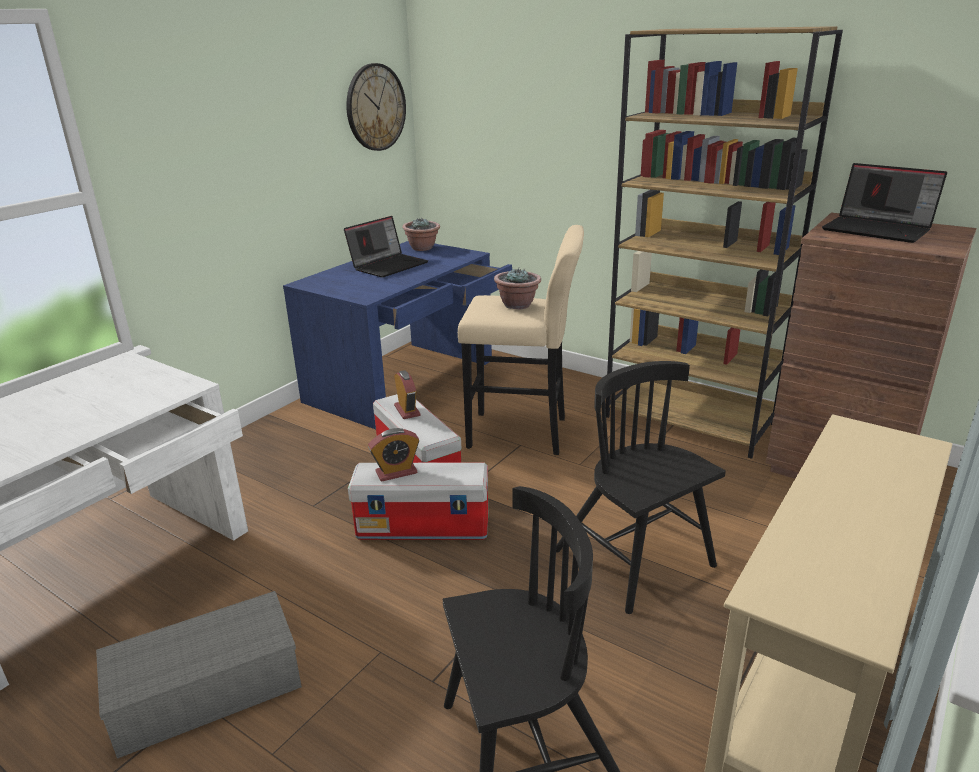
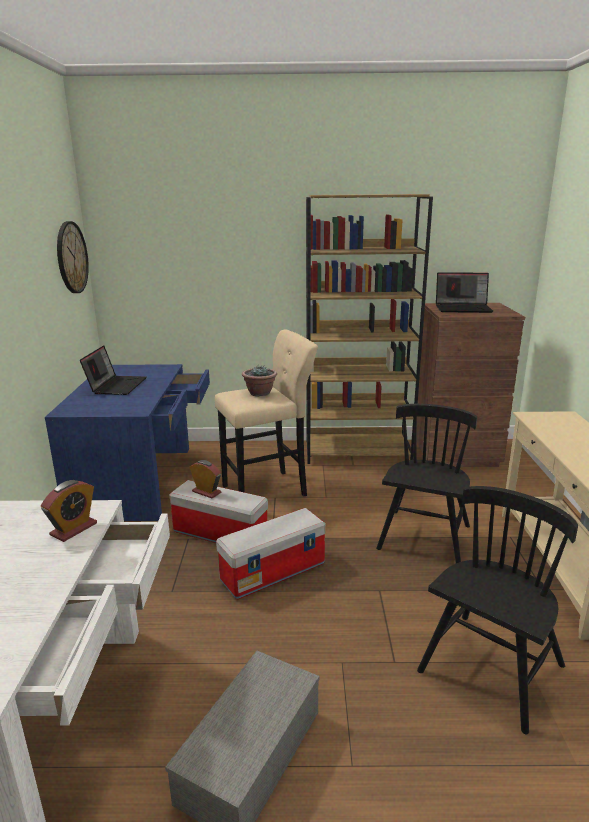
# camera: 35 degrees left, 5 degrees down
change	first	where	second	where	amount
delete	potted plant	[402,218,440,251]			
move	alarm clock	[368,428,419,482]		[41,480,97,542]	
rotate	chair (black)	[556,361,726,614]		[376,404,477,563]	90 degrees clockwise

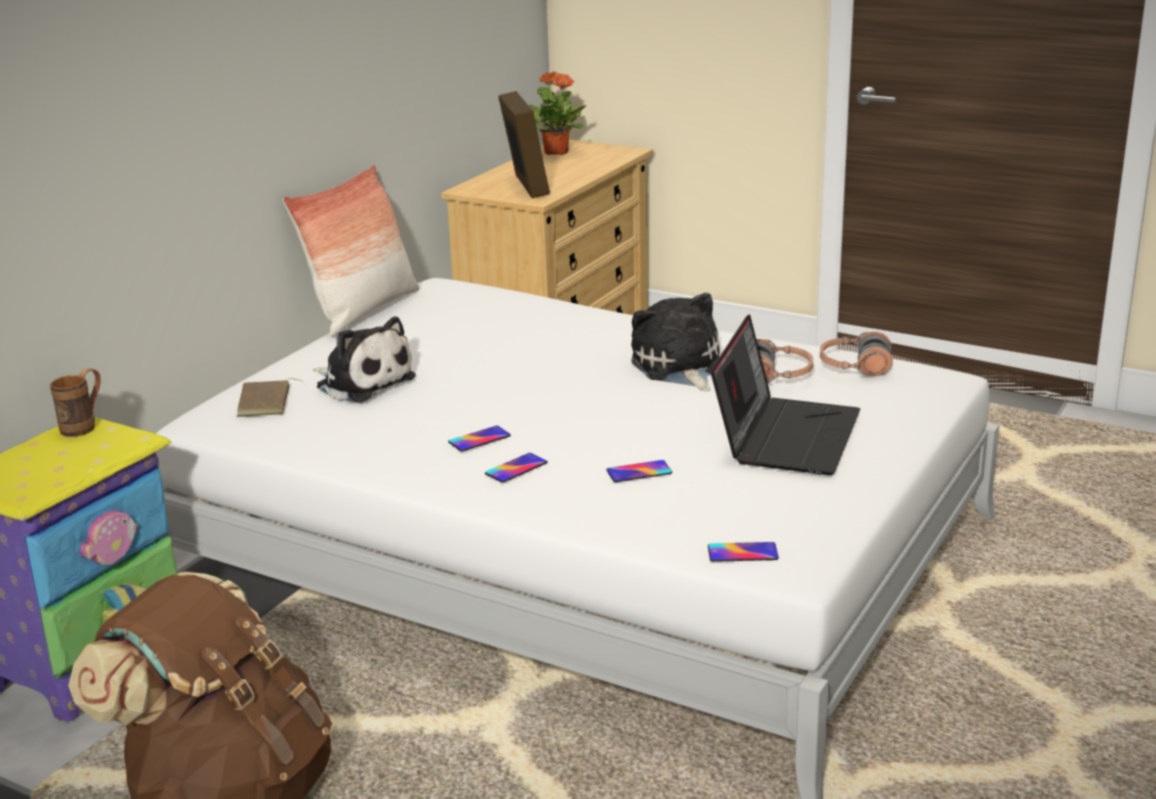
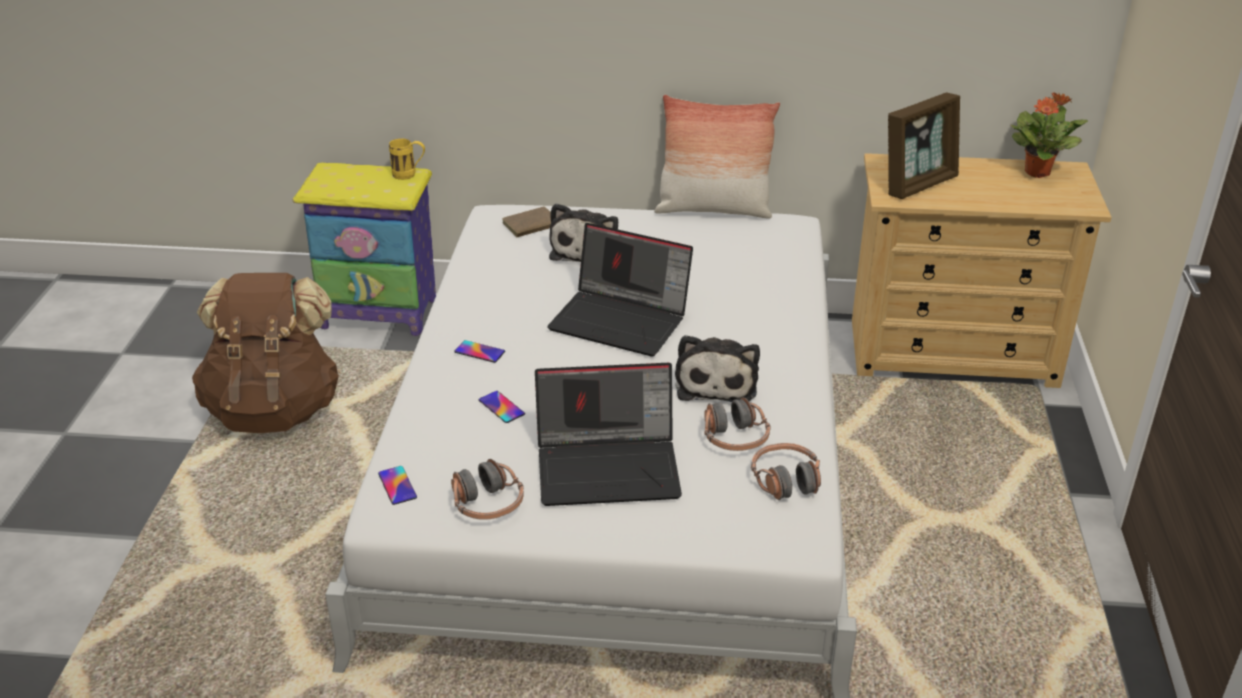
# camera: 65 degrees right, 10 degrees up
change	first	where	second	where	amount
delete	phone	[448,426,511,452]			
insert			headphones	[451,459,524,520]	
insert			laptop	[547,223,693,357]	
recolor	mug (brown)	[50,368,101,437]	mug (yellow)	[389,138,425,180]	
rotate	plush toy	[631,293,720,391]		[675,335,760,402]	135 degrees clockwise

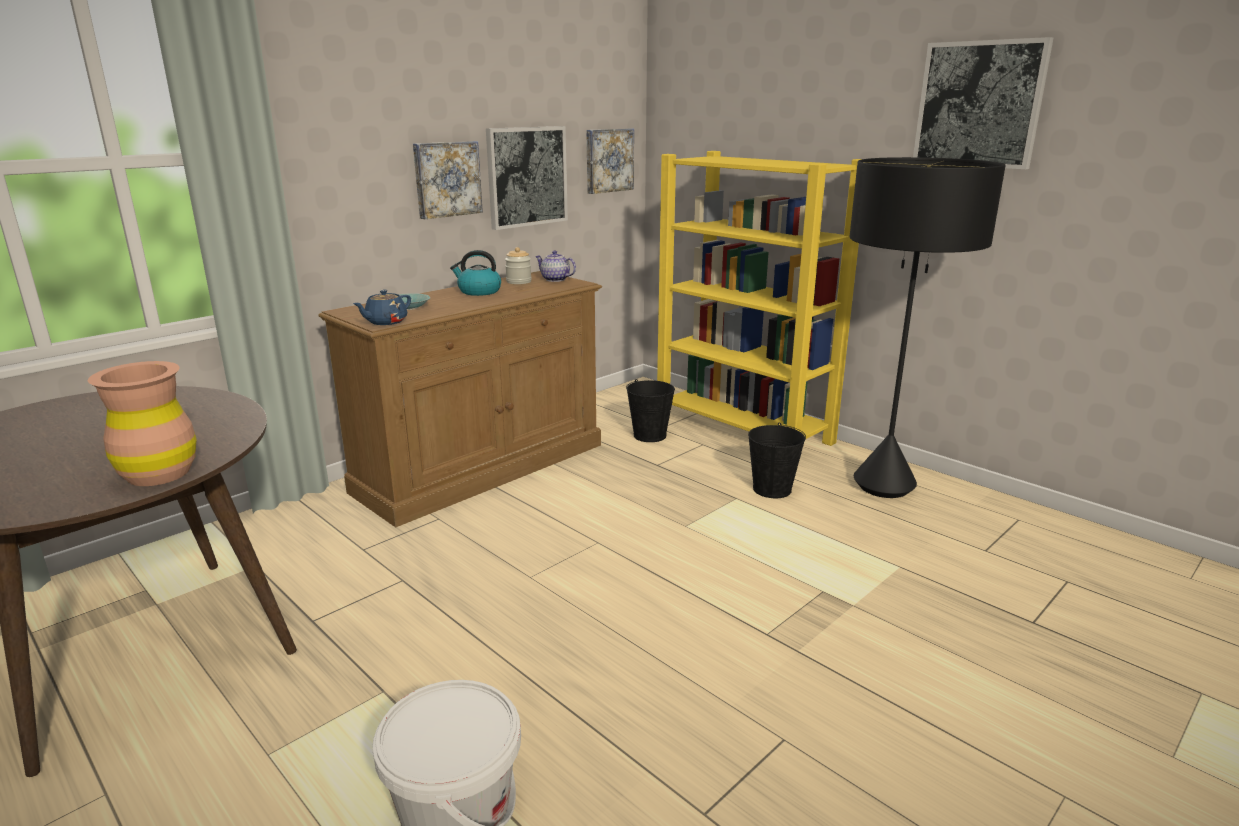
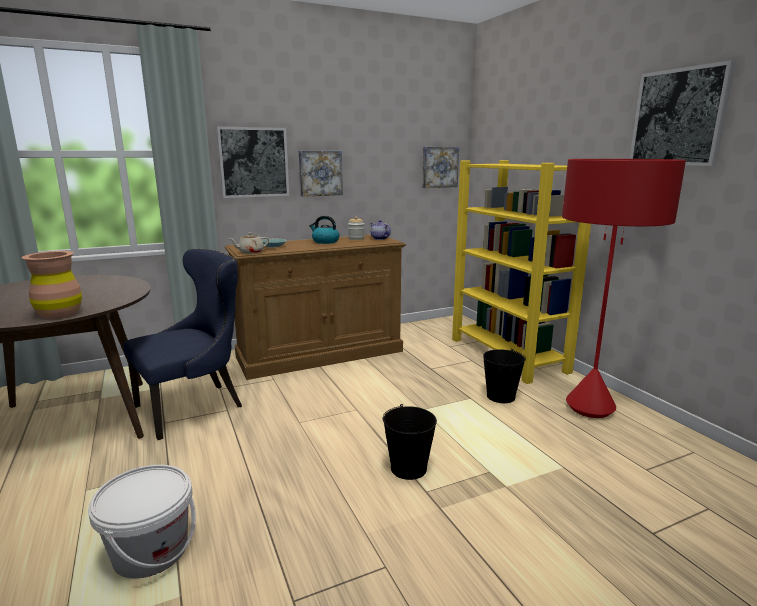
# camera: 20 degrees right, 5 degrees down
change	first	where	second	where	amount
insert			chair (blue)	[124,249,242,440]	
move	picture	[486,126,568,230]		[216,127,289,198]	
move	bucket (black)	[626,379,675,442]		[383,404,437,480]	
recolor	teapot (blue)	[353,290,411,325]	teapot (beige)	[230,233,269,254]	
recolor	floor lamp (black)	[850,157,1006,498]	floor lamp (red)	[562,159,686,418]	

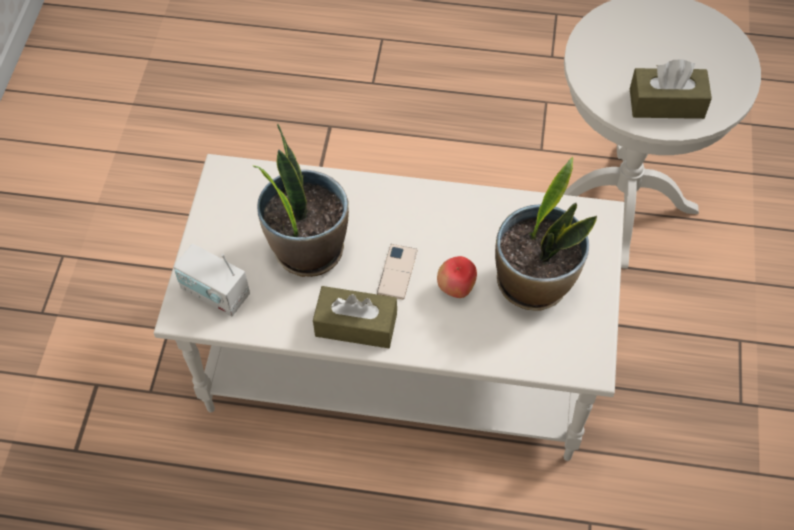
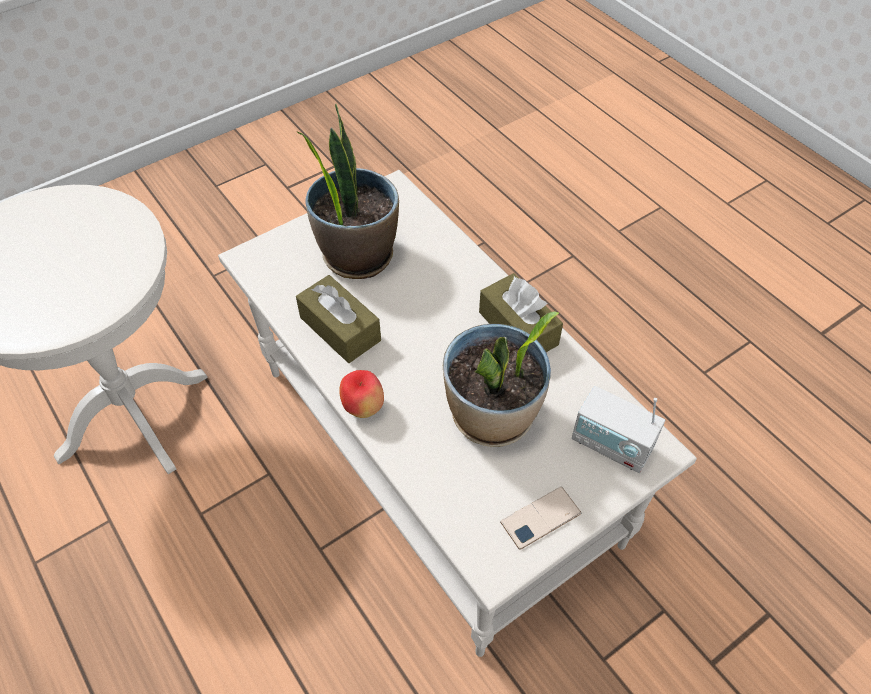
# camera: 135 degrees left, 5 degrees down
change	first	where	second	where	amount
move	phone	[377,244,417,299]		[500,487,582,550]	
move	apple	[437,256,477,298]		[339,370,384,418]	
move	tissue box (brown)	[630,59,712,119]		[296,275,381,363]	
rotate	radio	[173,244,250,317]		[572,386,665,473]	135 degrees clockwise

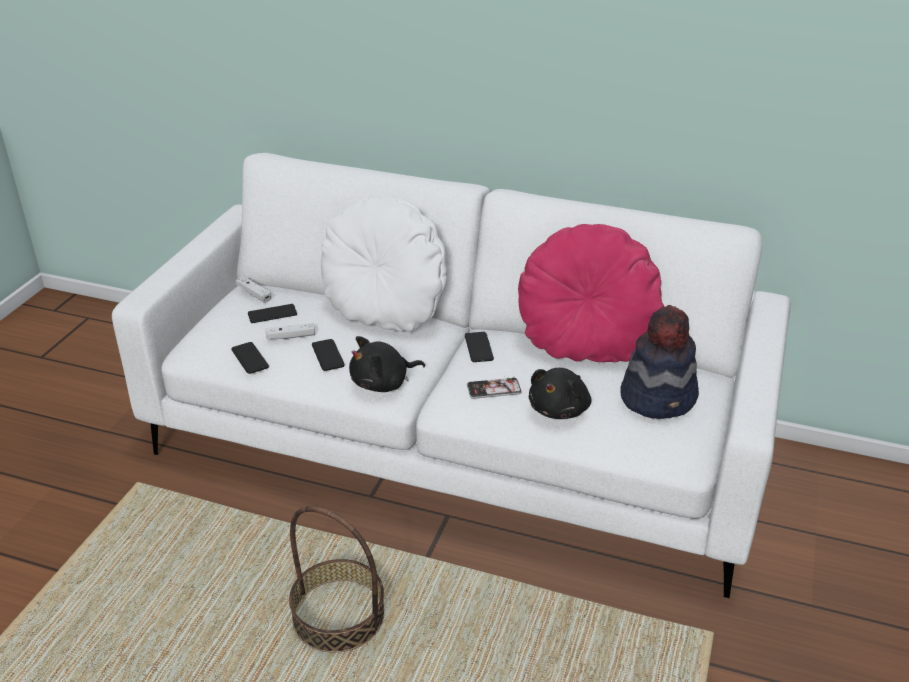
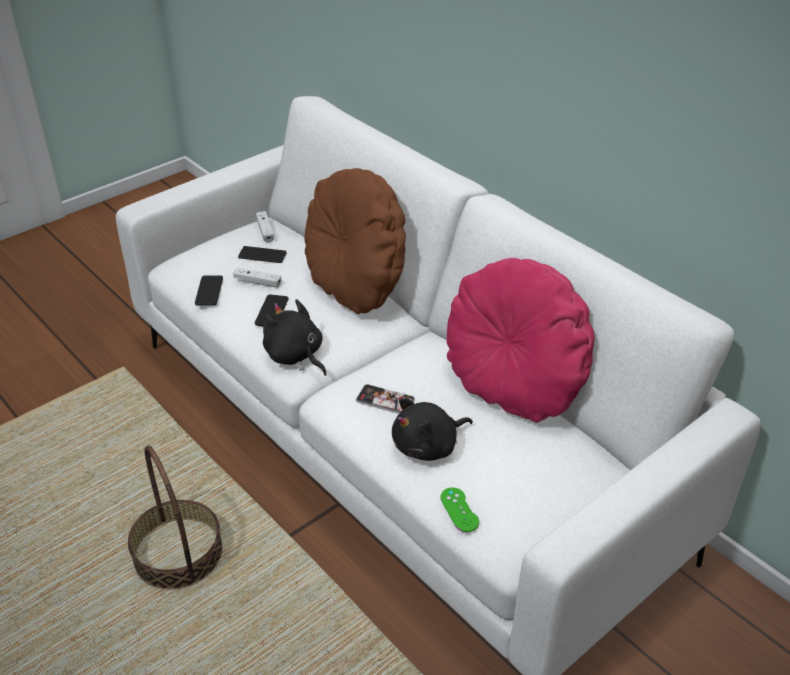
# camera: 30 degrees right, 5 degrees up
change	first	where	second	where	amount
delete	phone	[465,332,494,362]			
delete	hat	[620,305,699,419]			
insert			game controller (green)	[440,488,479,532]	
recolor	pillow (white)	[321,196,447,332]	pillow (brown)	[304,168,406,314]	
rotate	plush toy (black)	[349,336,425,392]		[263,299,327,376]	45 degrees clockwise

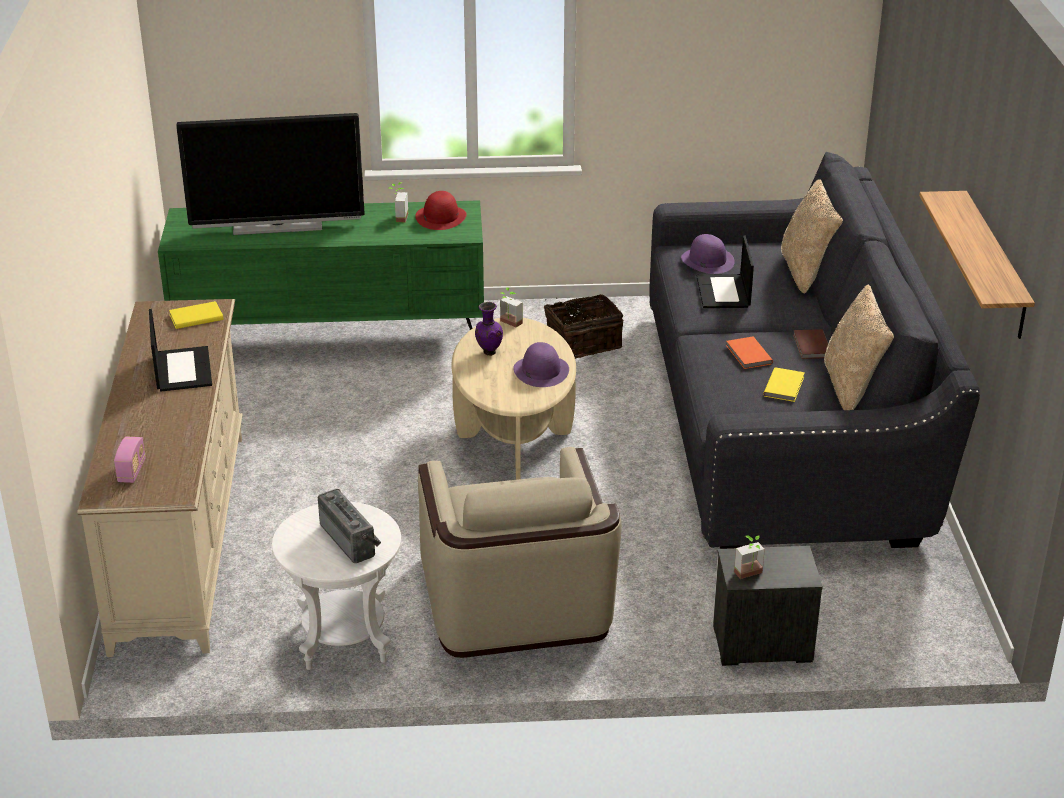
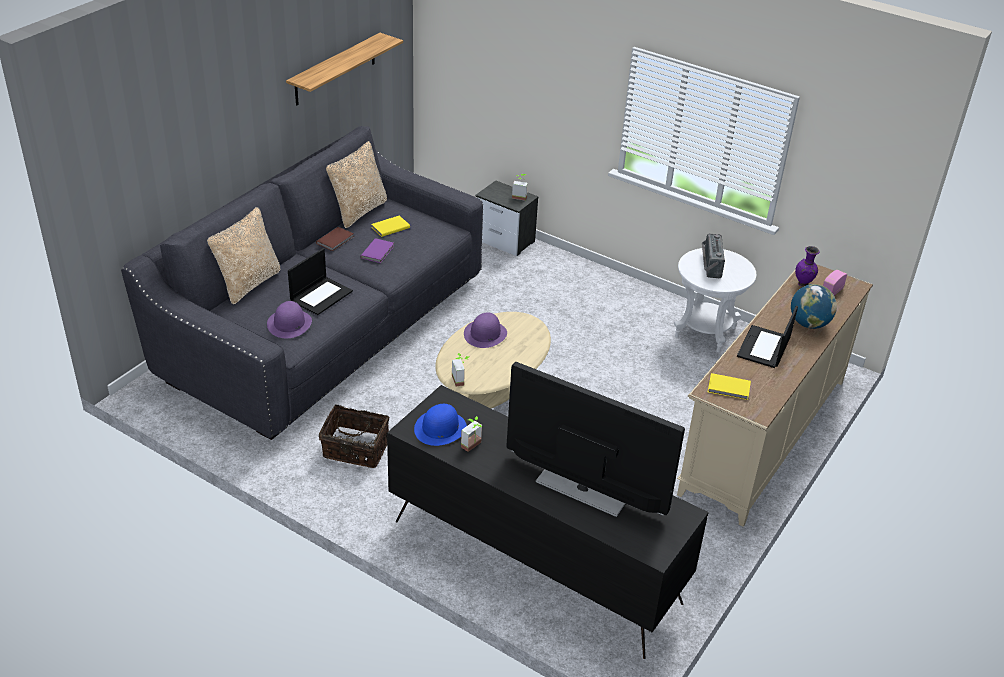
# camera: 145 degrees left, 5 degrees up
change	first	where	second	where	amount
delete	armchair (beige)	[418,447,622,658]			
insert			globe	[791,284,837,329]	
move	vase (purple)	[475,302,503,356]		[795,246,820,287]	
recolor	tv stand (green)	[158,200,484,330]	tv stand (black)	[387,385,709,659]	
recolor	hat (red)	[415,191,467,230]	hat (blue)	[414,404,467,446]	
recolor	book (orange)	[726,337,773,369]	book (purple)	[360,238,394,263]	

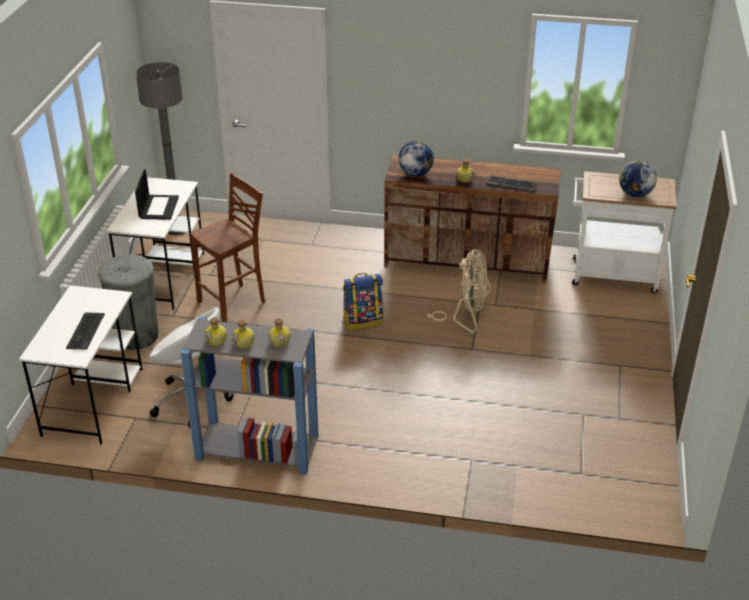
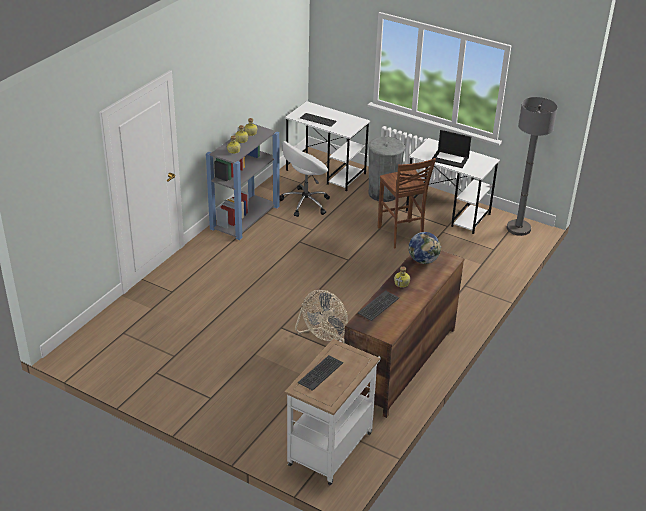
# camera: 110 degrees right, 0 degrees up
change	first	where	second	where	amount
delete	backpack	[343,273,383,330]			
replace	globe	[619,161,657,197]	keyboard	[298,355,343,391]	

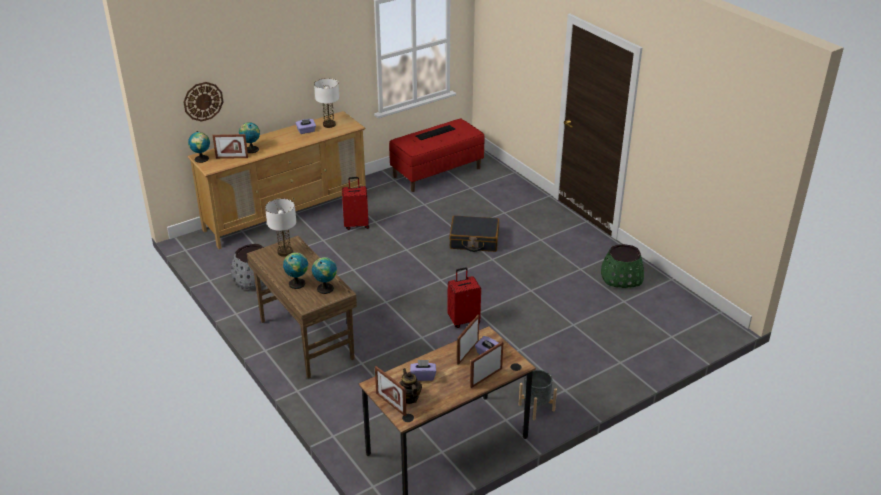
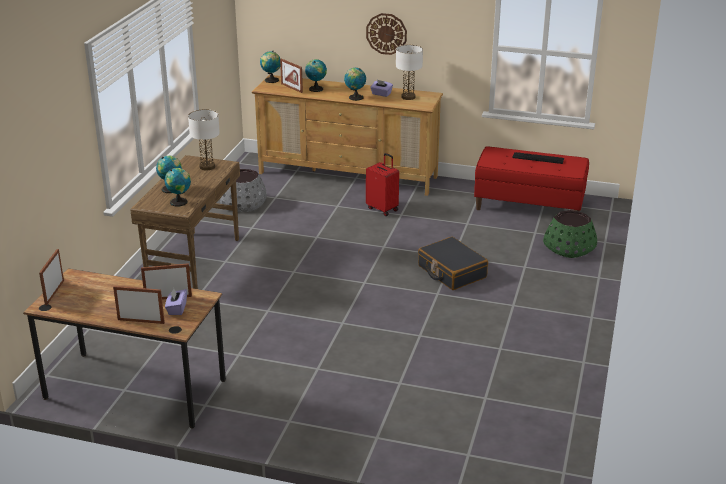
# camera: 50 degrees right, 5 degrees down
change	first	where	second	where	amount
delete	teapot	[399,368,422,404]			
delete	tissue box (purple)	[410,360,436,381]			
delete	suitcase (red)	[448,267,481,328]			
delete	planter (grey)	[518,370,557,421]			
insert			globe	[344,68,366,101]	
move	wall clock	[184,82,223,122]		[366,13,407,55]	
move	planter (green)	[601,244,644,288]		[543,210,597,258]	

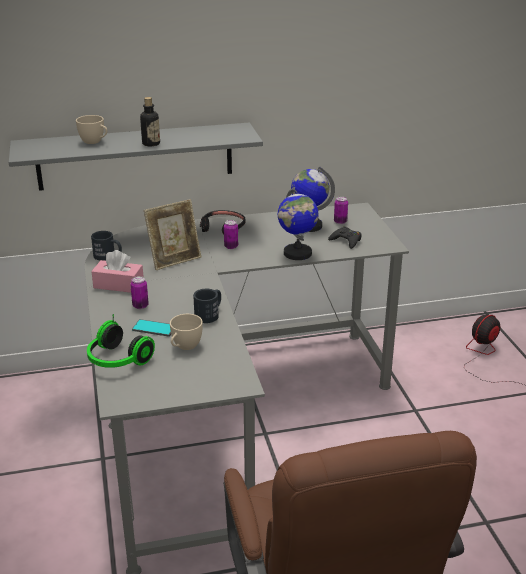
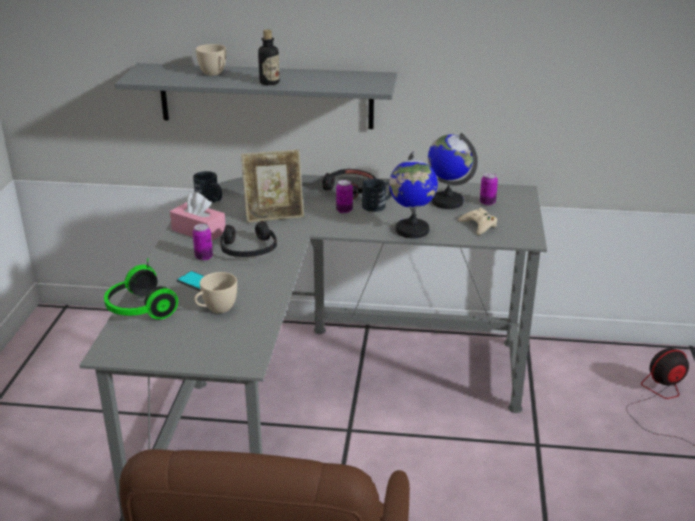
# camera: 20 degrees right, 0 degrees up
change	first	where	second	where	amount
insert			headphones (black)	[220,221,277,257]	
move	mug (black)	[193,289,221,323]		[362,179,392,212]	
recolor	game controller (black)	[328,226,362,249]	game controller (beige)	[458,208,497,235]	

